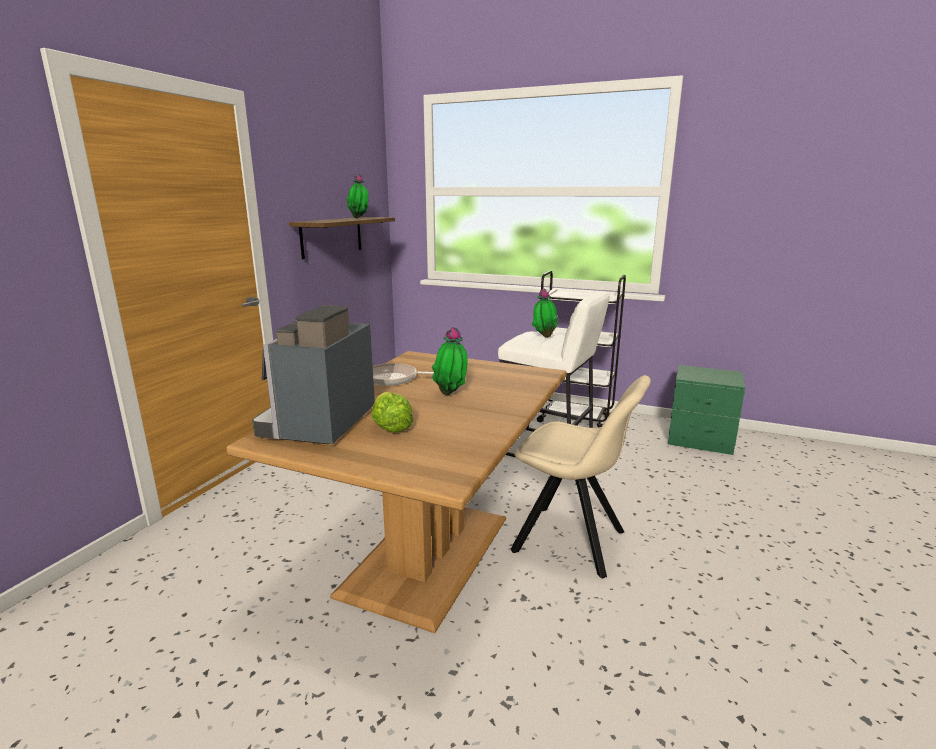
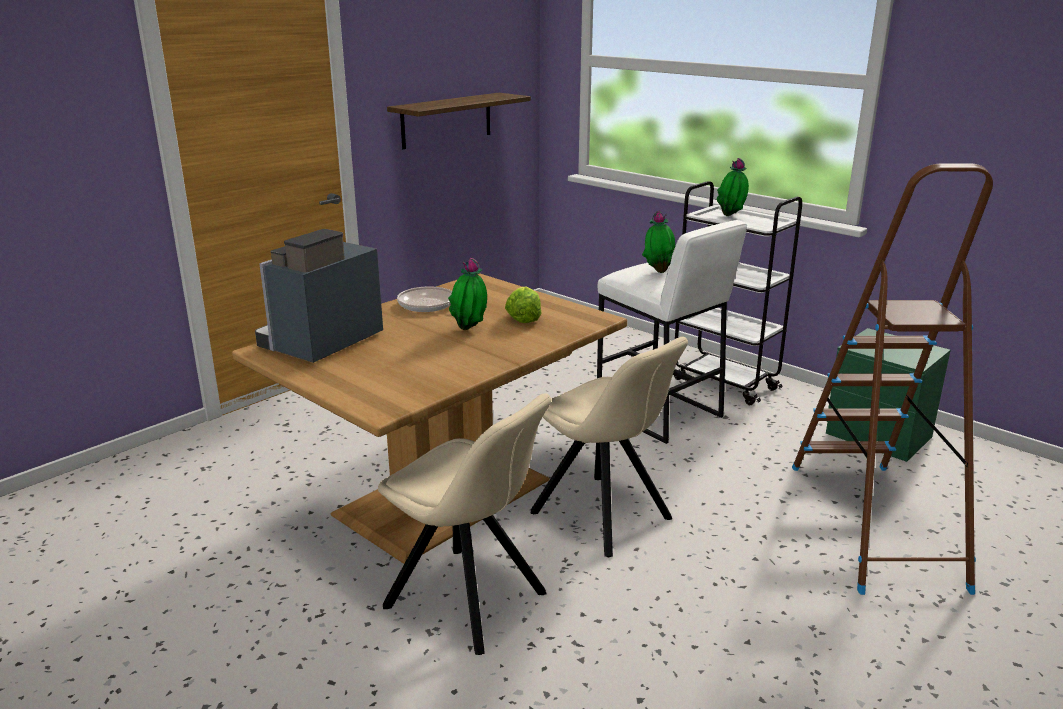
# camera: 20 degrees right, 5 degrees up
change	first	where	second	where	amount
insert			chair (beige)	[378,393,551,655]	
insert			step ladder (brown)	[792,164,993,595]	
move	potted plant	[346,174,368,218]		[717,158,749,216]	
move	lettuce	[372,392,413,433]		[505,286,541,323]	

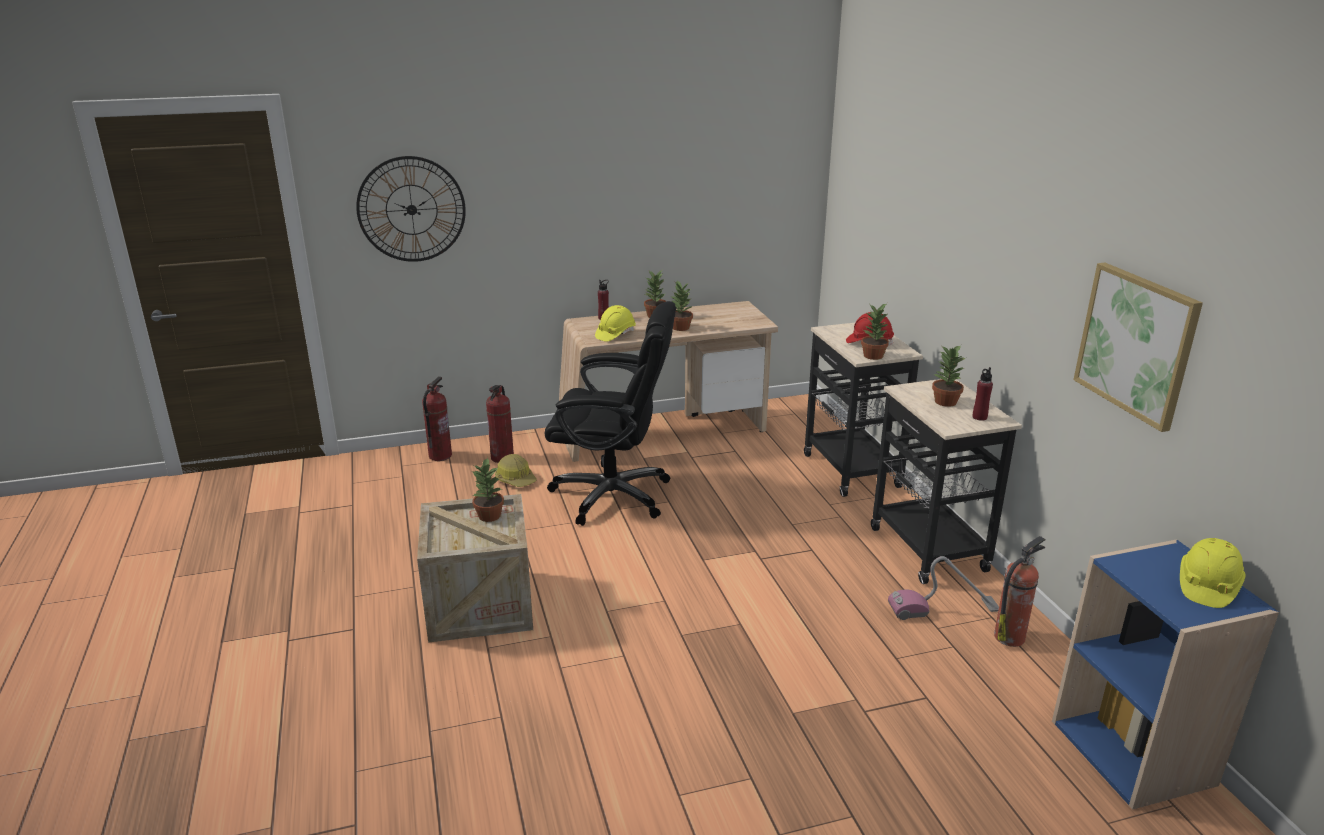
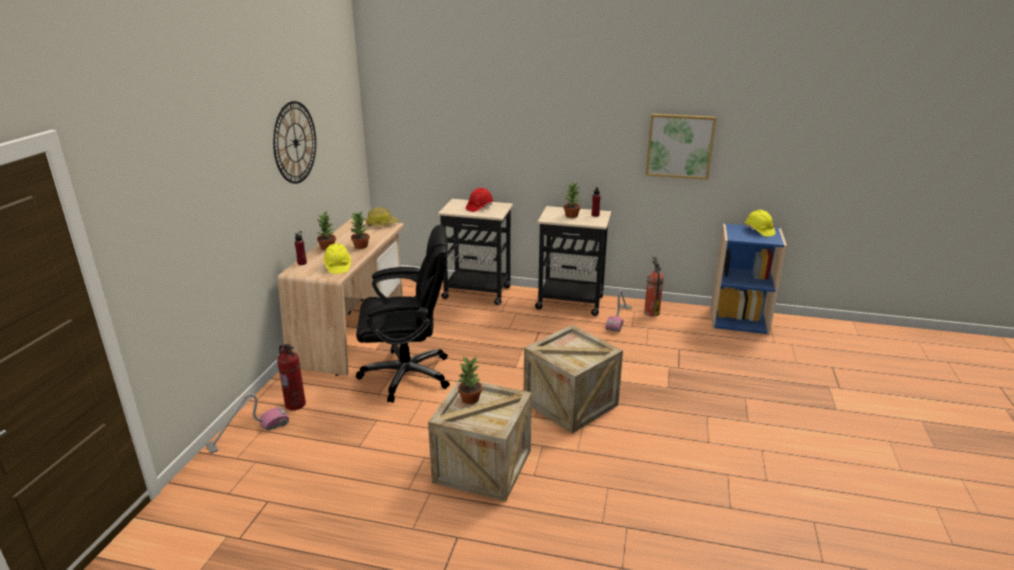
# camera: 60 degrees left, 0 degrees up
change	first	where	second	where	amount
delete	potted plant	[861,303,889,360]			
insert			crate	[524,325,623,434]	
move	wall clock	[356,156,466,262]		[273,101,316,184]	
move	hard hat	[495,454,537,487]		[366,207,398,226]	
replace	fire extinguisher	[422,376,452,461]	vacuum cleaner	[206,393,289,454]	
rotate	office chair (black)	[545,301,677,526]		[356,225,450,403]	45 degrees clockwise

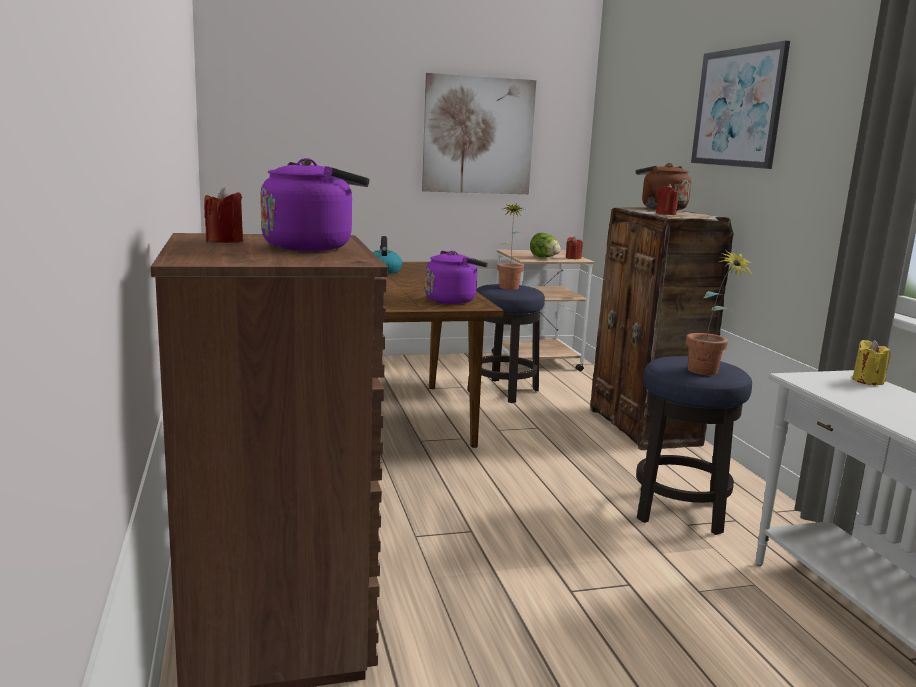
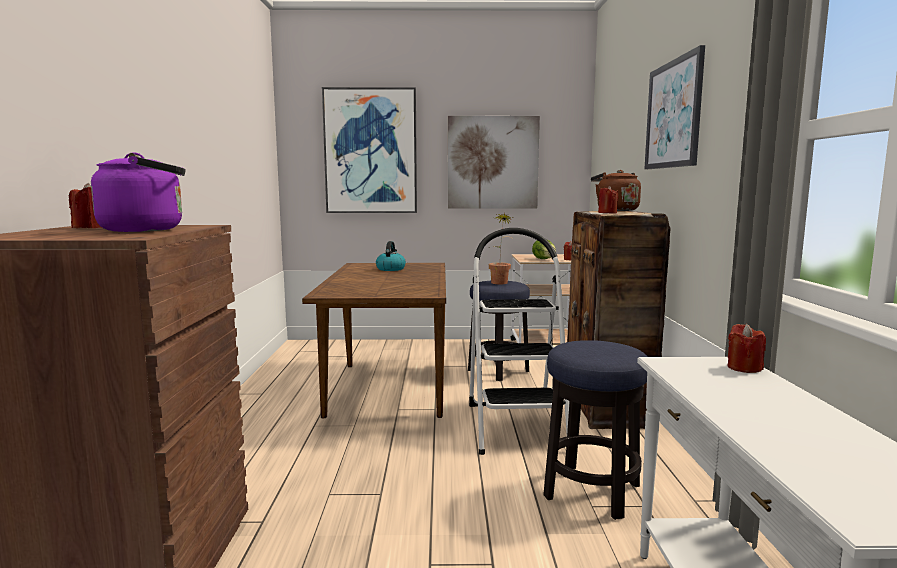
# camera: 15 degrees right, 5 degrees down
change	first	where	second	where	amount
delete	kettle (purple)	[425,251,488,304]			
delete	potted plant	[686,249,753,375]			
insert			picture	[322,87,417,213]	
insert			step ladder	[469,228,570,455]	
recolor	candle (yellow)	[853,340,890,385]	candle (red)	[728,324,766,373]	

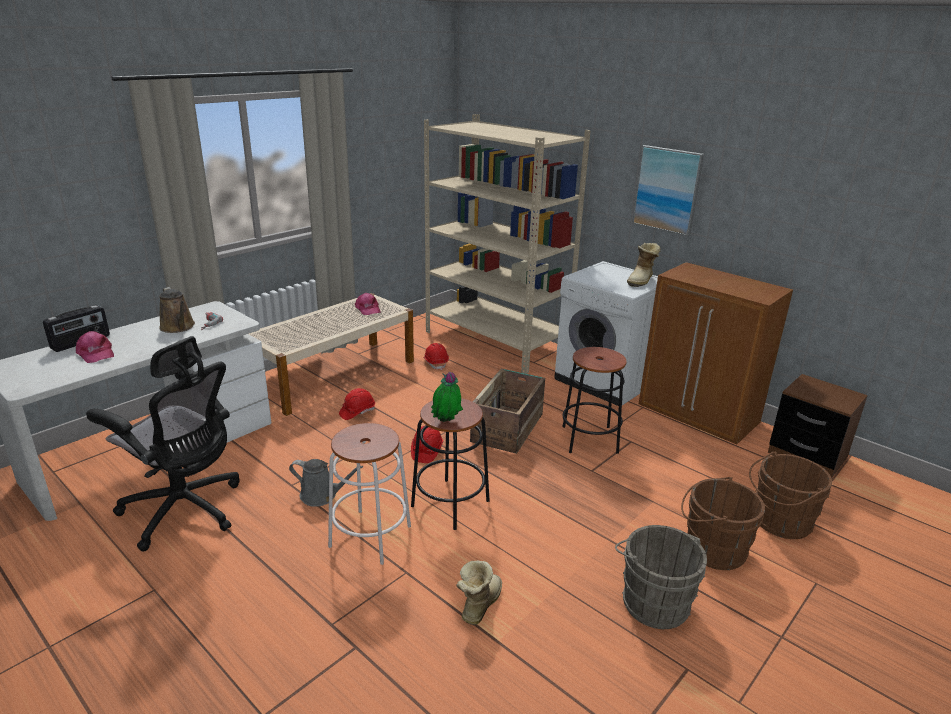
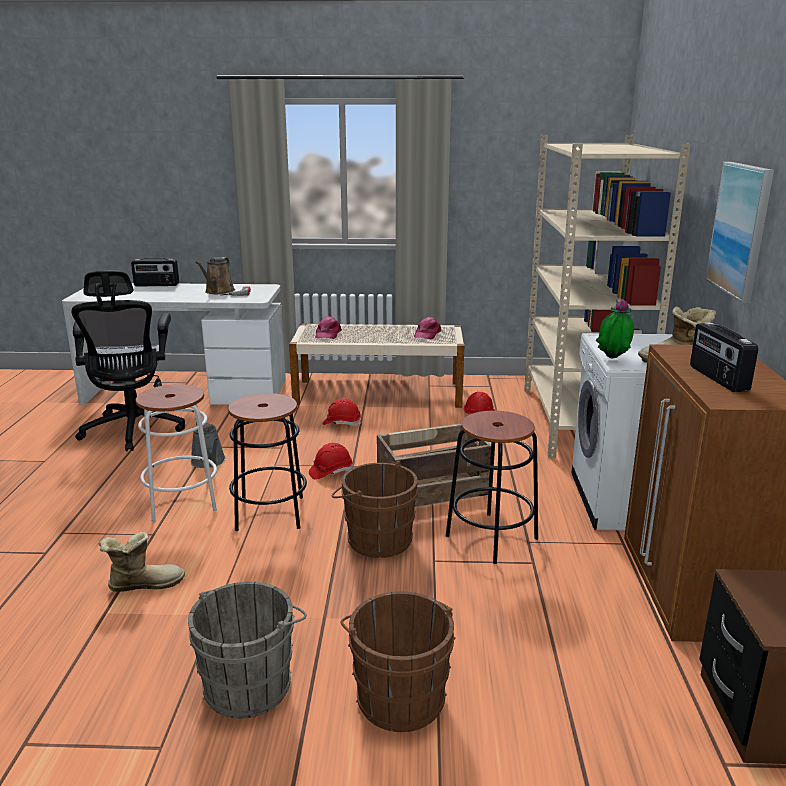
# camera: 50 degrees right, 5 degrees down
change	first	where	second	where	amount
insert			radio	[690,322,758,392]	
move	cap (pink)	[76,331,114,363]		[316,316,342,339]	
move	potted plant	[431,372,463,422]		[595,299,634,359]	
move	bucket (brown)	[749,452,833,539]		[332,461,418,558]	

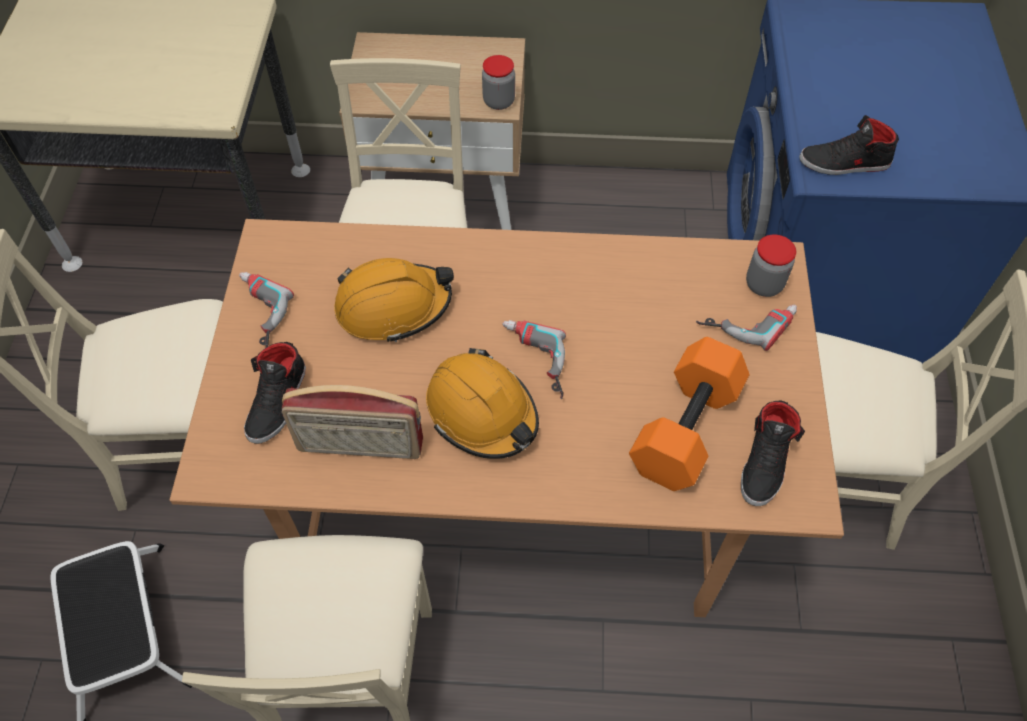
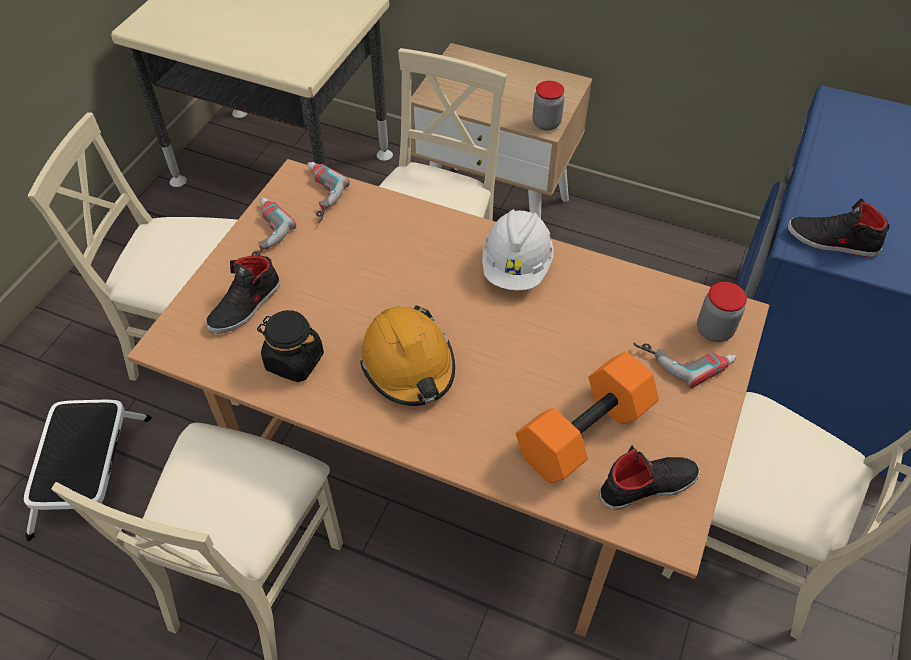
# camera: 20 degrees right, 5 degrees down
change	first	where	second	where	amount
delete	hard hat (orange)	[334,258,454,342]			
insert			hard hat (white)	[482,209,554,291]	
move	power drill	[502,320,566,400]		[307,162,350,223]	
replace	radio	[282,385,423,459]	jar (black)	[257,310,324,382]	
rotate	shoe (black)	[741,400,805,506]		[599,445,700,510]	150 degrees counterclockwise

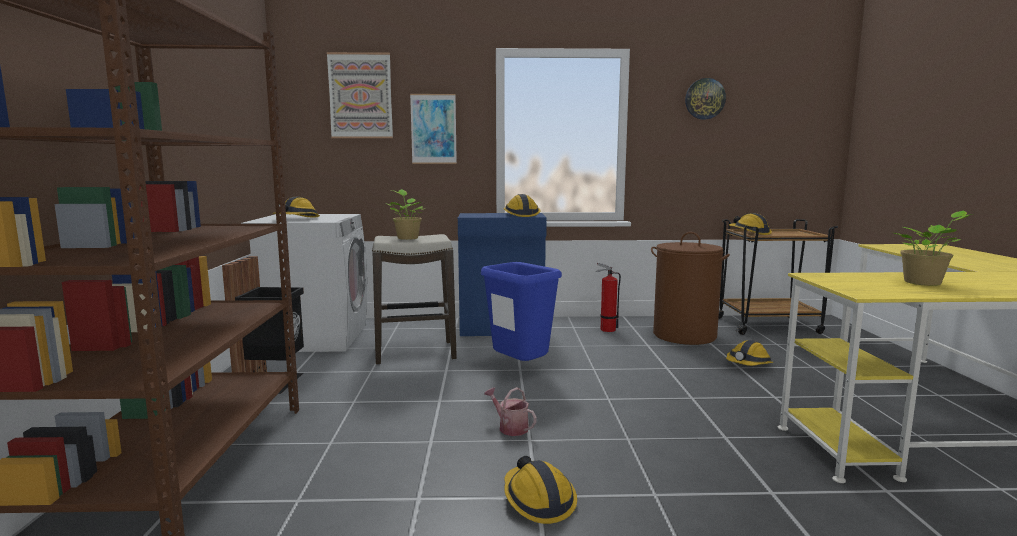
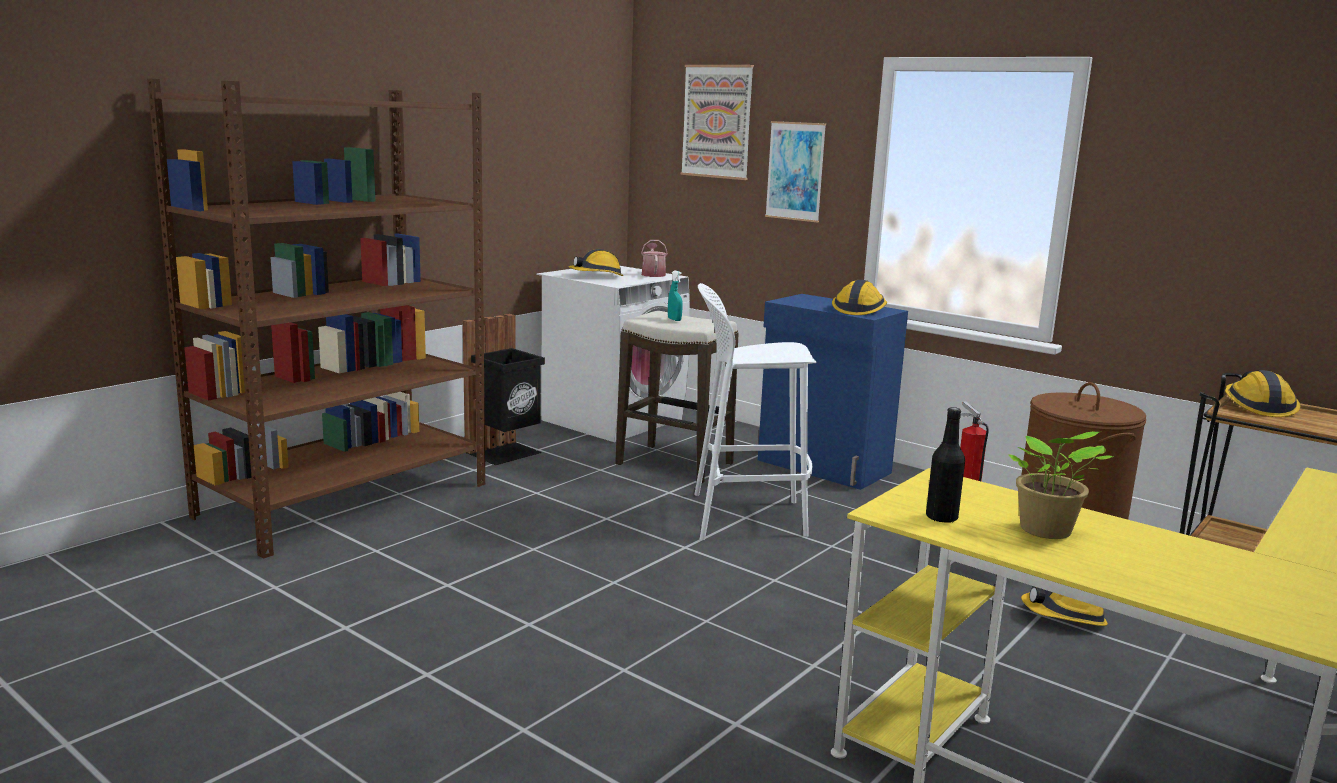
# camera: 40 degrees right, 5 degrees up
change	first	where	second	where	amount
delete	hard hat	[504,456,577,524]			
delete	wall clock	[685,78,726,120]			
insert			bottle (black)	[926,407,965,523]	
move	watering can	[484,387,537,436]		[641,240,668,277]	
replace	potted plant	[385,189,423,240]	spray bottle (turquoise)	[668,270,683,321]	
replace	trash can (blue)	[481,262,562,361]	stool (white)	[694,283,816,540]	

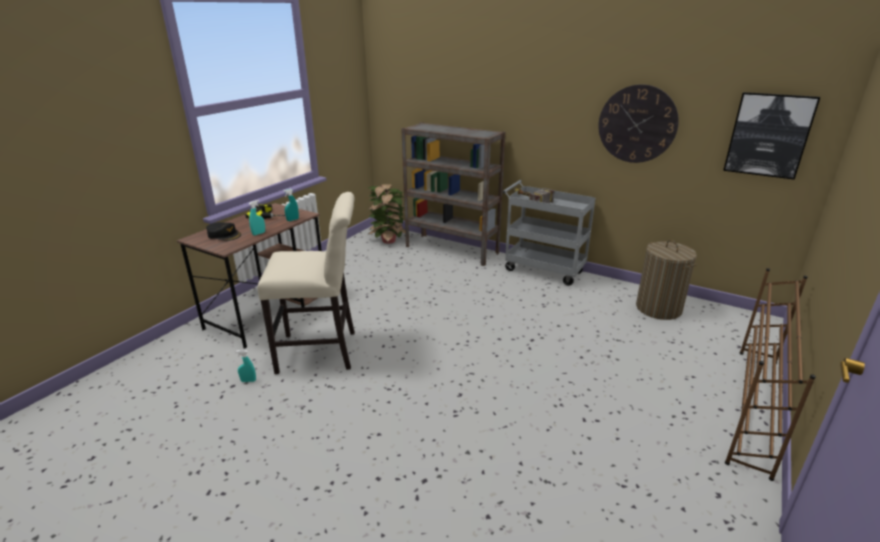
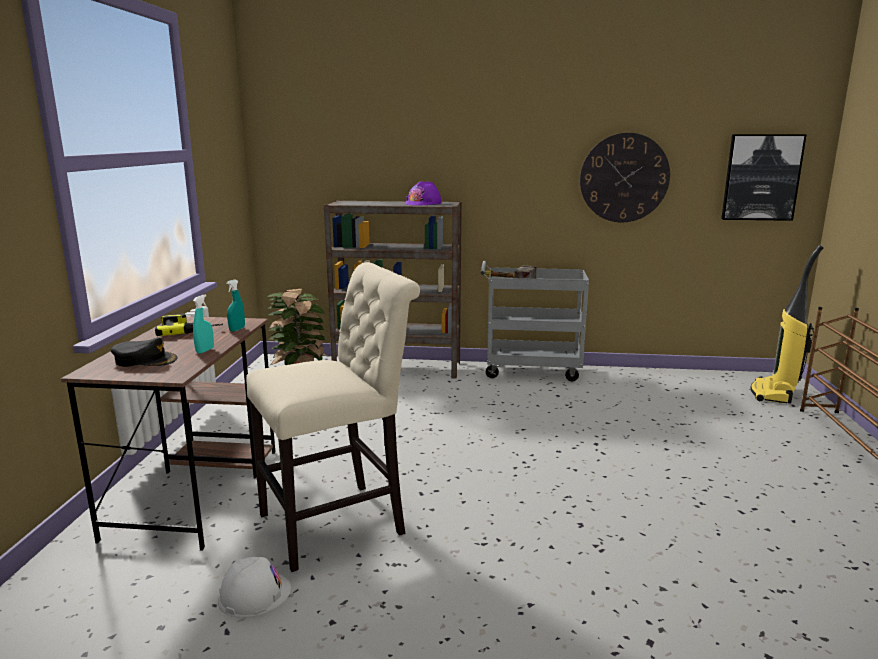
# camera: 25 degrees left, 10 degrees down
change	first	where	second	where	amount
delete	laundry basket	[636,240,697,320]			
insert			hard hat (purple)	[405,181,442,206]	
insert			vacuum cleaner	[750,245,824,404]	
replace	spray bottle (turquoise)	[236,350,256,382]	hard hat (white)	[218,557,291,618]	

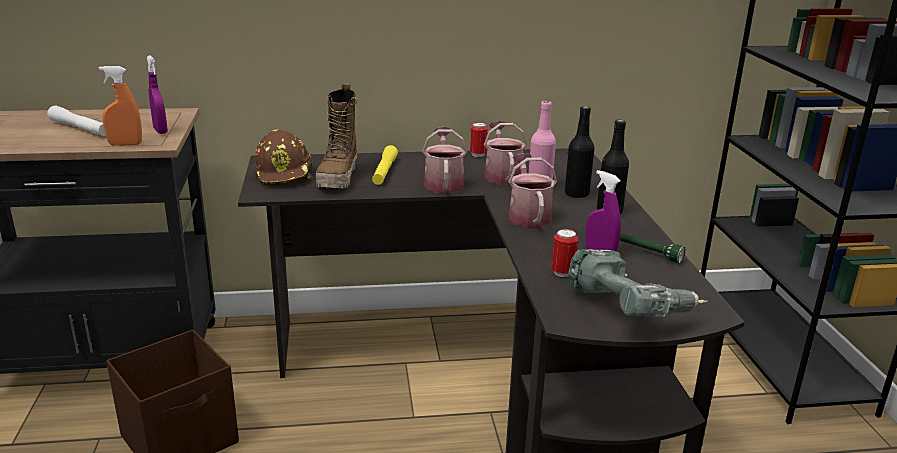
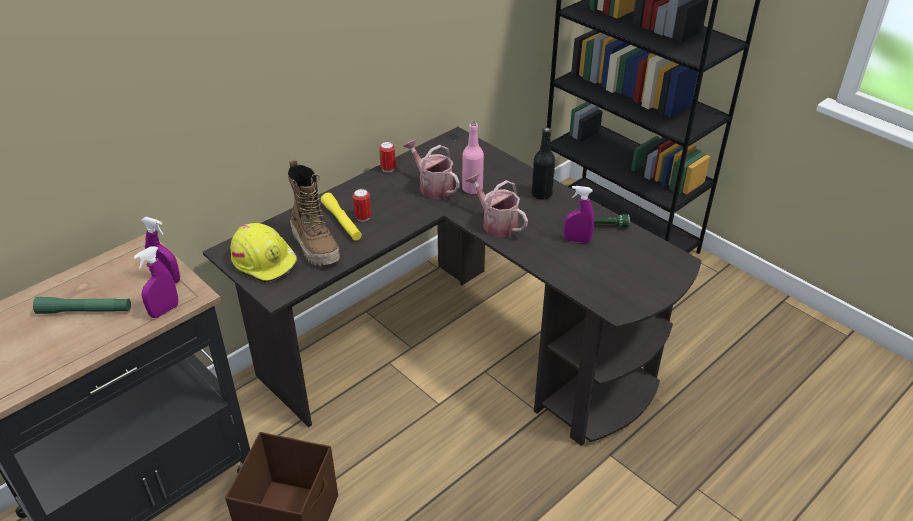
# camera: 35 degrees left, 15 degrees up
change	first	where	second	where	amount
delete	watering can	[422,127,467,193]			
delete	bottle (black)	[565,106,595,198]			
delete	power drill	[569,249,708,317]			
move	can	[552,229,578,277]		[353,189,371,222]	
recolor	flashlight (white)	[47,106,106,136]	flashlight (green)	[33,297,131,314]	
recolor	spray bottle (orange)	[99,66,142,146]	spray bottle (purple)	[133,246,178,318]	
recolor	hard hat (brown)	[254,130,313,186]	hard hat (yellow)	[231,223,298,283]	

